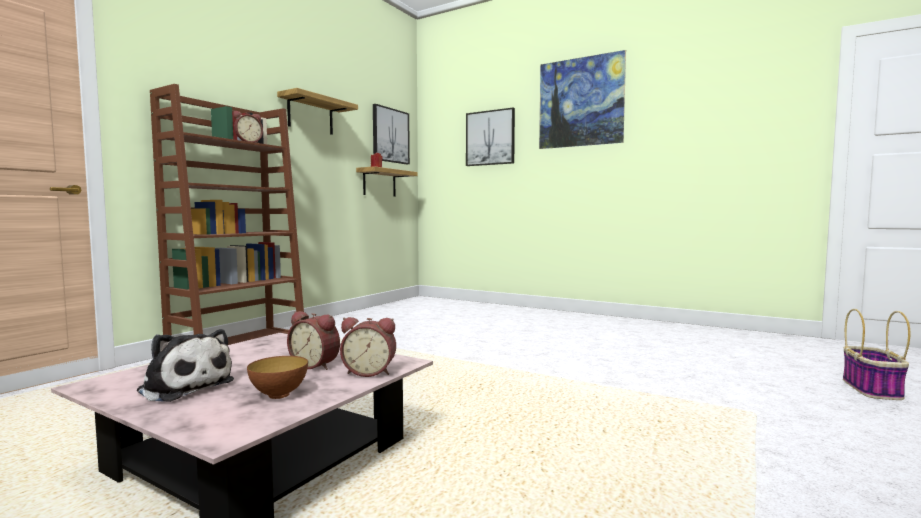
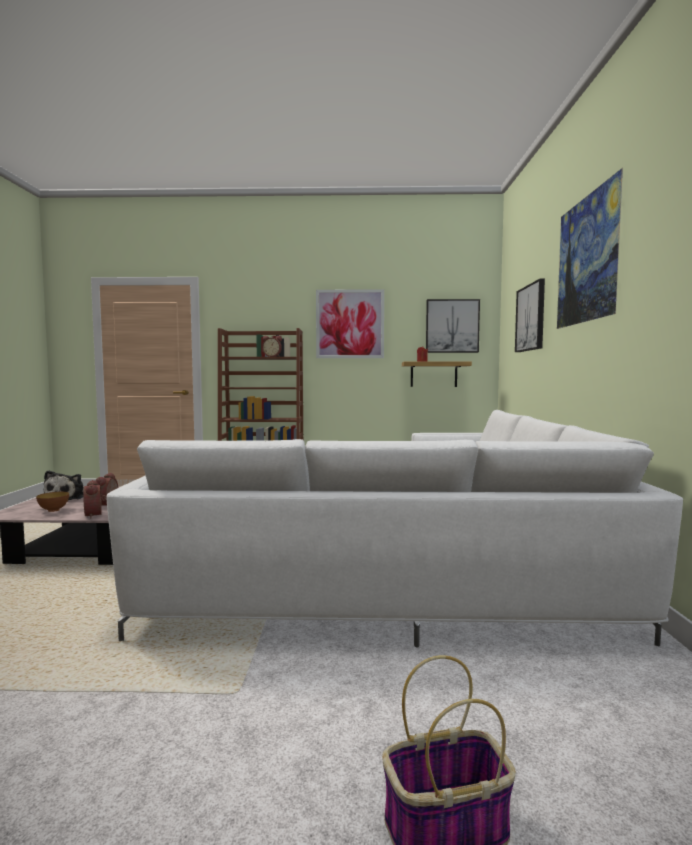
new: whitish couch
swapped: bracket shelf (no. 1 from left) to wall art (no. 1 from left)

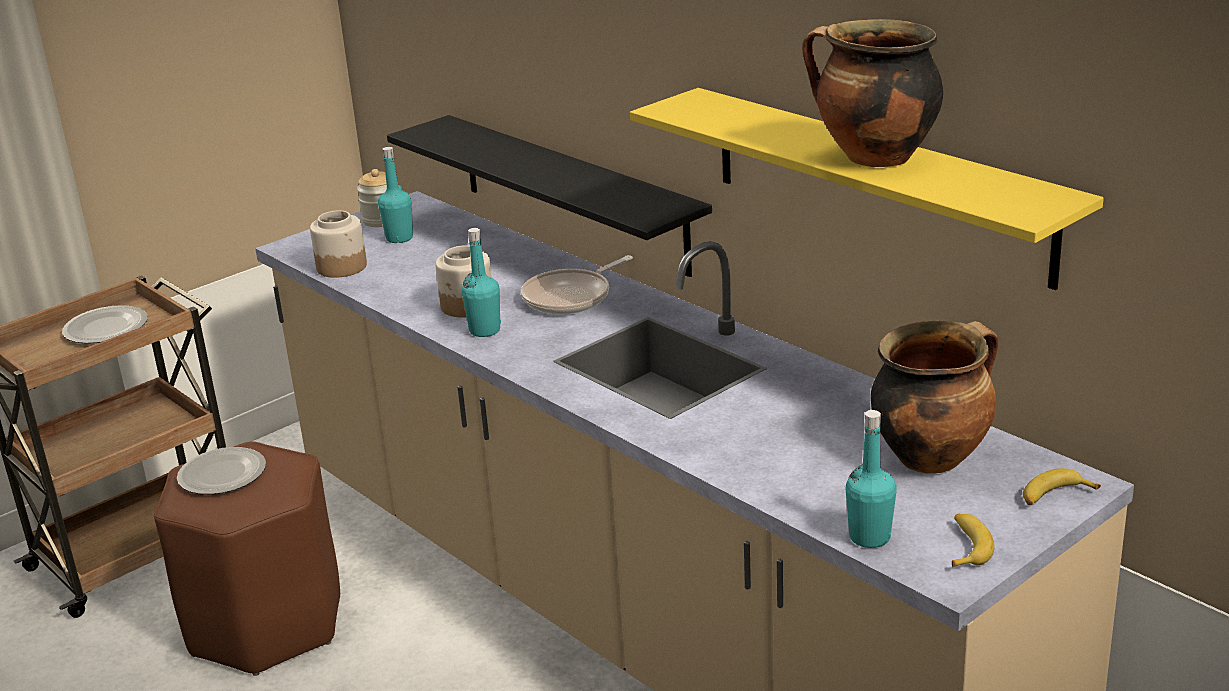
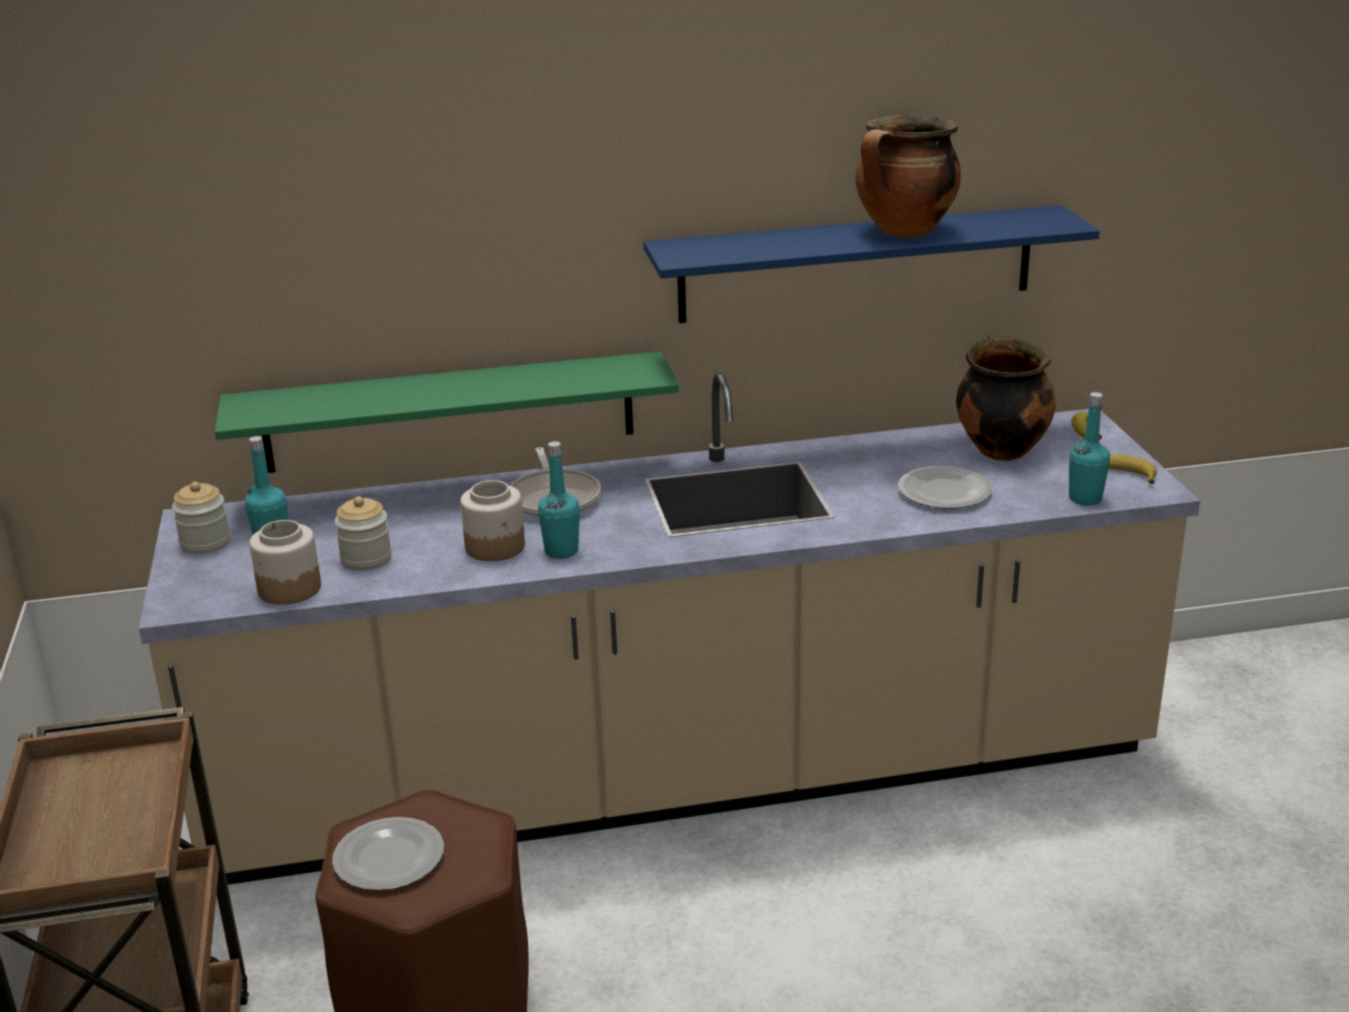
new: jar (no. 3 from left)
shifted: dinner plate (no. 1 from left in the first image) to dinner plate (no. 2 from left)
repainted: yellow bracket shelf to bluish bracket shelf; black-coloured bracket shelf to green bracket shelf

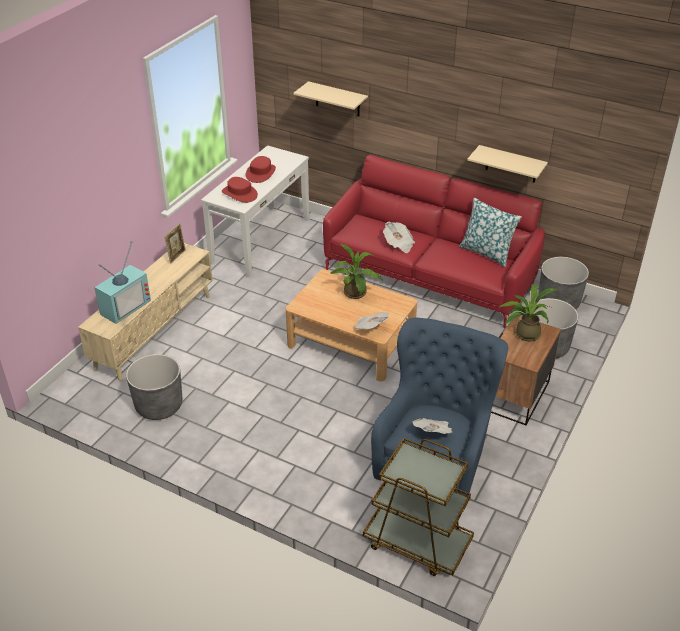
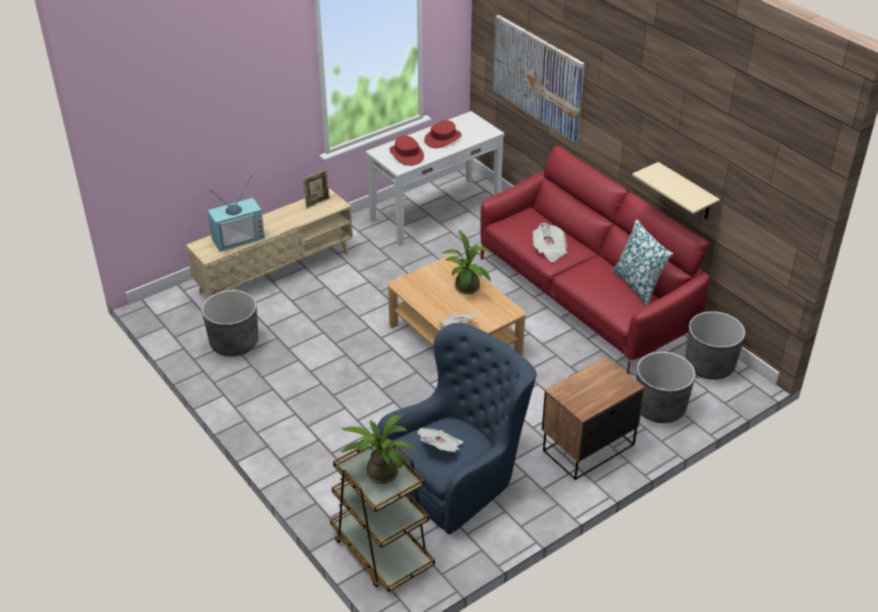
shifted: houseplant (no. 2 from left in the first image) to houseplant (no. 1 from left)
swapped: sand-coloured bracket shelf (no. 1 from left) to wall art

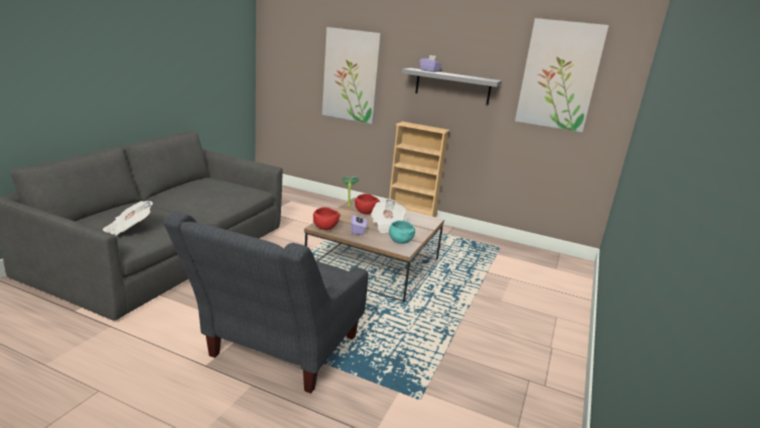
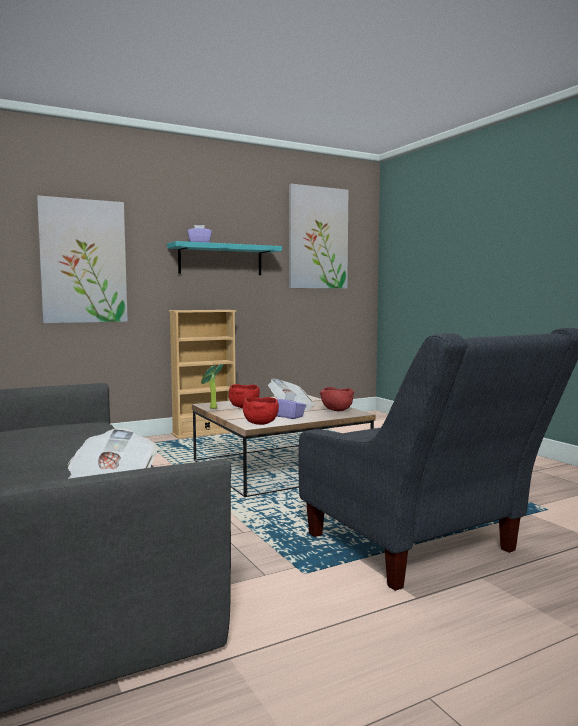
repainted: grey bracket shelf to turquoise bracket shelf; turquoise deep dish to red deep dish (no. 3 from left)

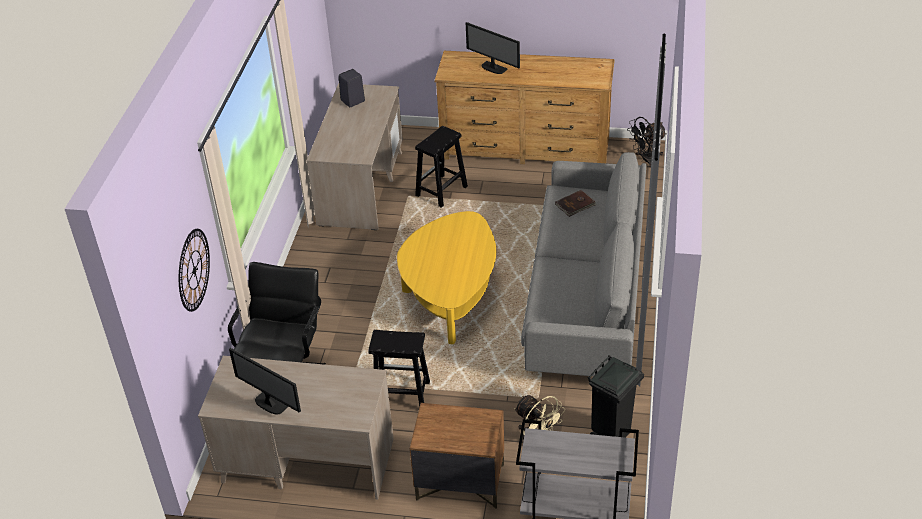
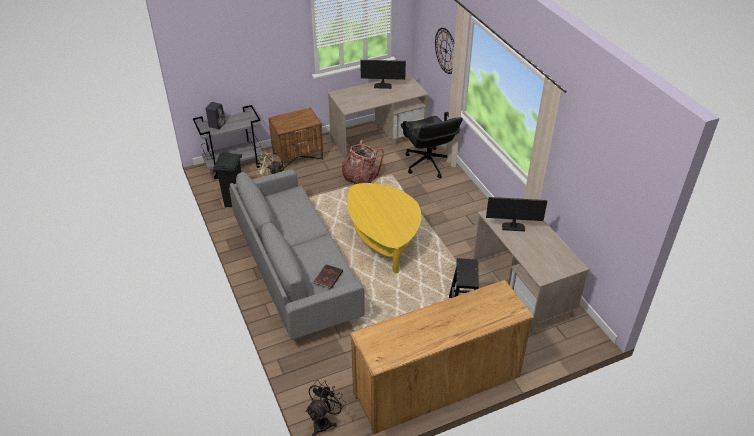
shifted: computer display (no. 2 from left); black-coloured audio speaker
swapped: black-coloured stool (no. 1 from left) to knapsack

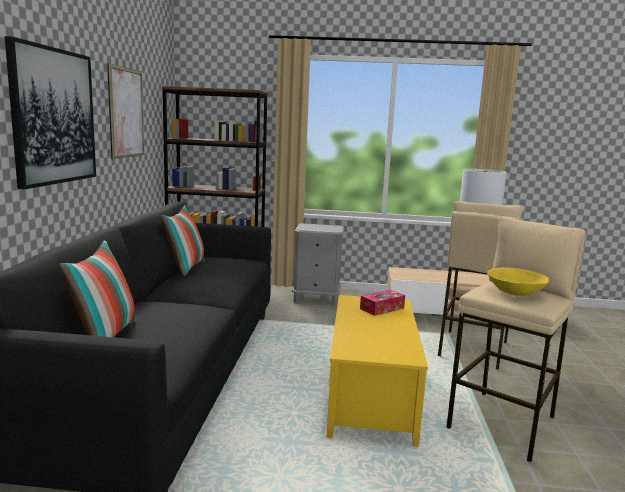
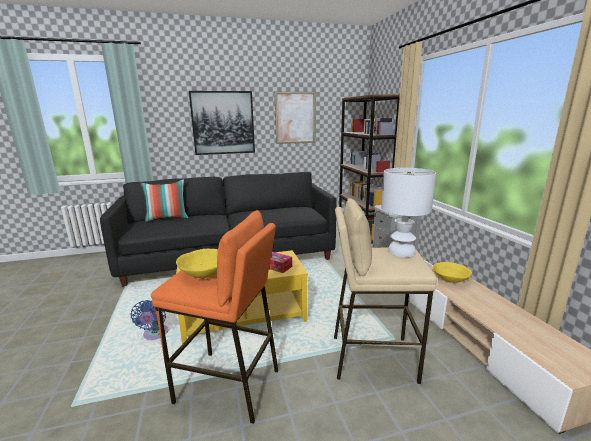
gone: throw pillow (no. 2 from left)
new: yellow deep dish (no. 2 from left); bluish electric fan
repainted: sand-coloured stool (no. 2 from left) to orange-coloured stool

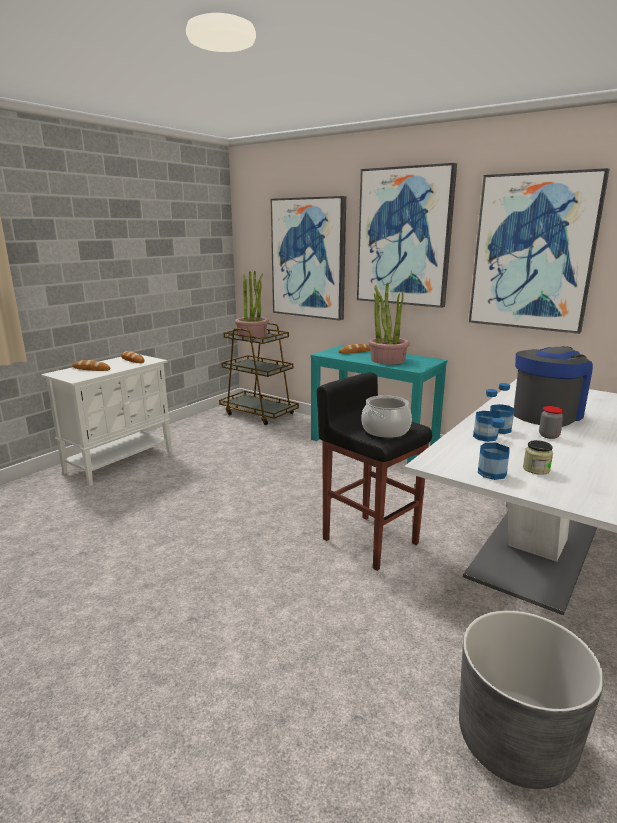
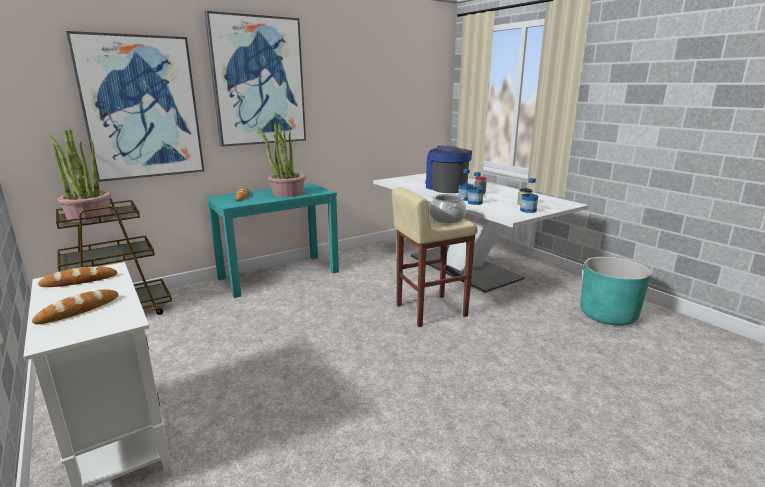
gone: wall art (no. 3 from left)
repainted: black-coloured stool to sand-coloured stool; grey planter to turquoise planter

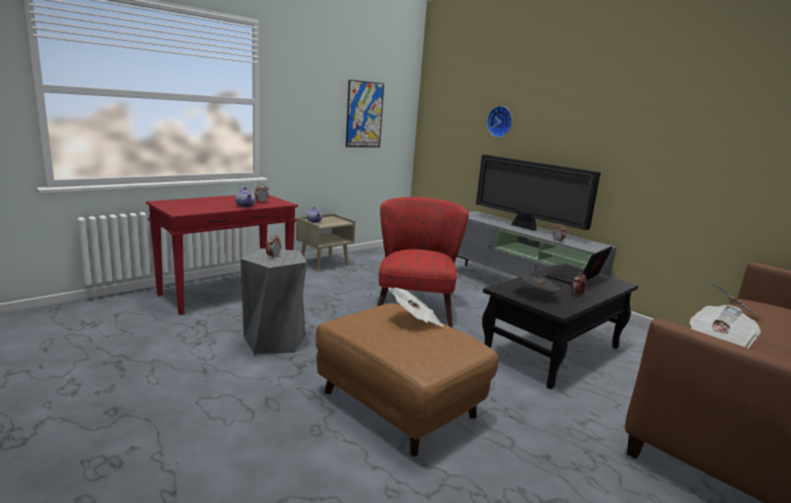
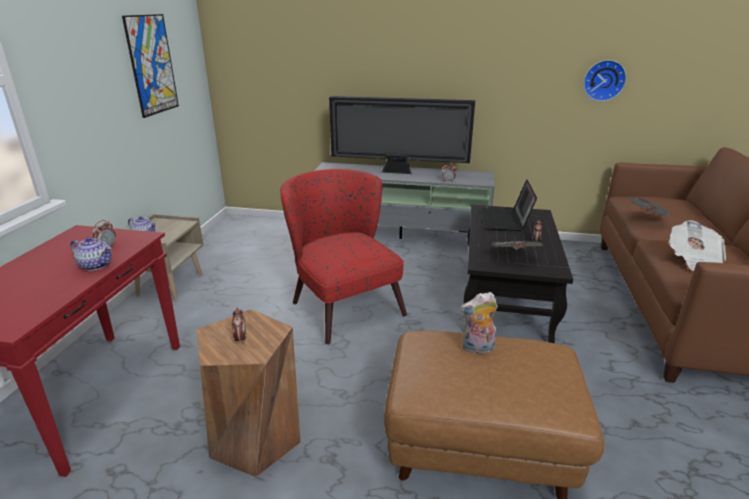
shifted: hanging clock
swapped: daily paper (no. 1 from left) to plush toy
repainted: grey stool to brown stool

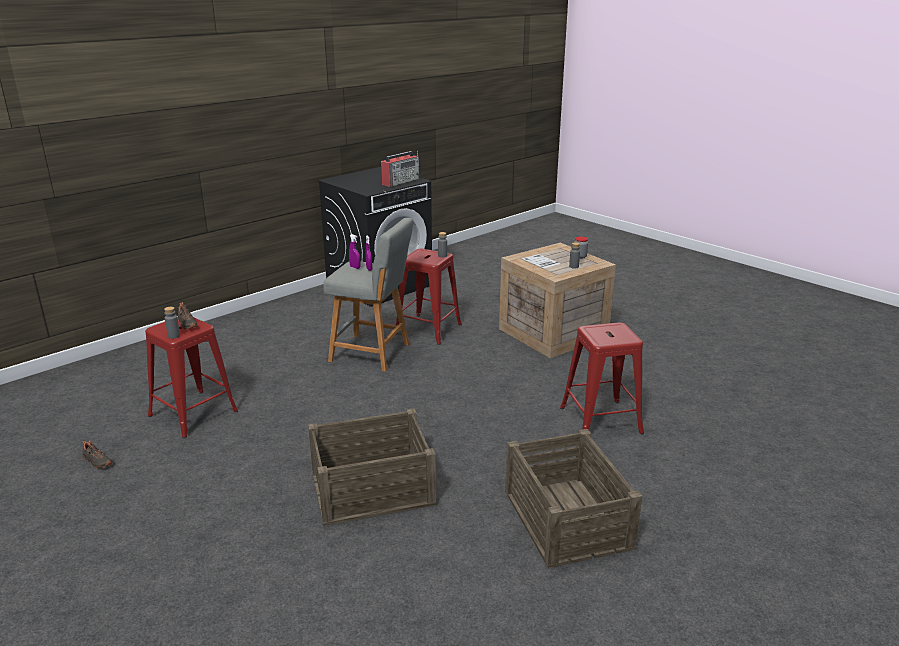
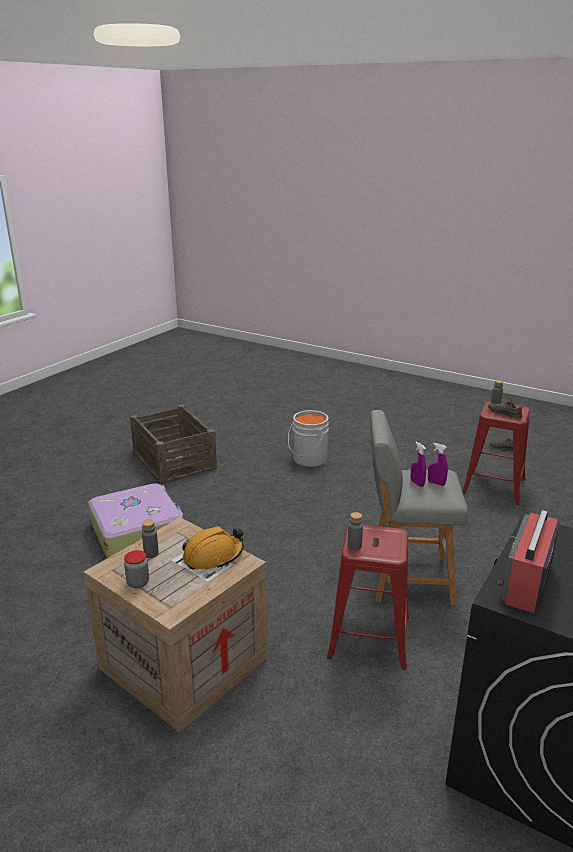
new: orange-coloured safety helmet
swapped: red stool (no. 3 from left) to piece of luggage; crate (no. 1 from left) to grey pail

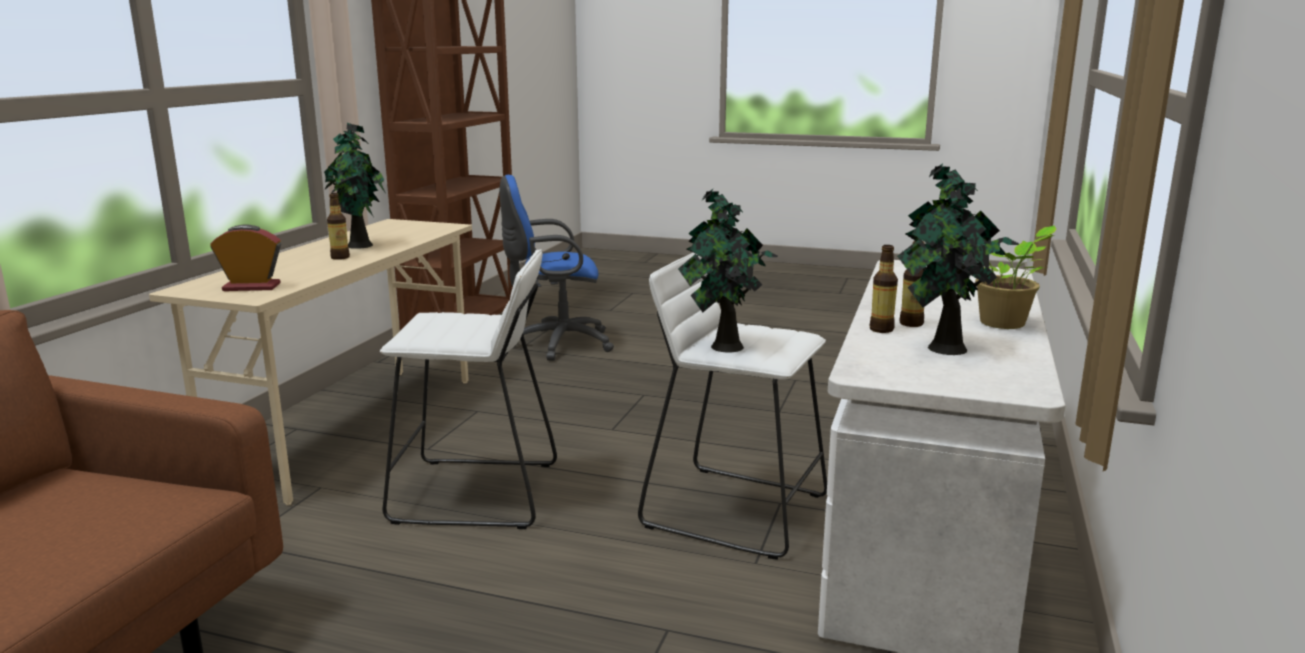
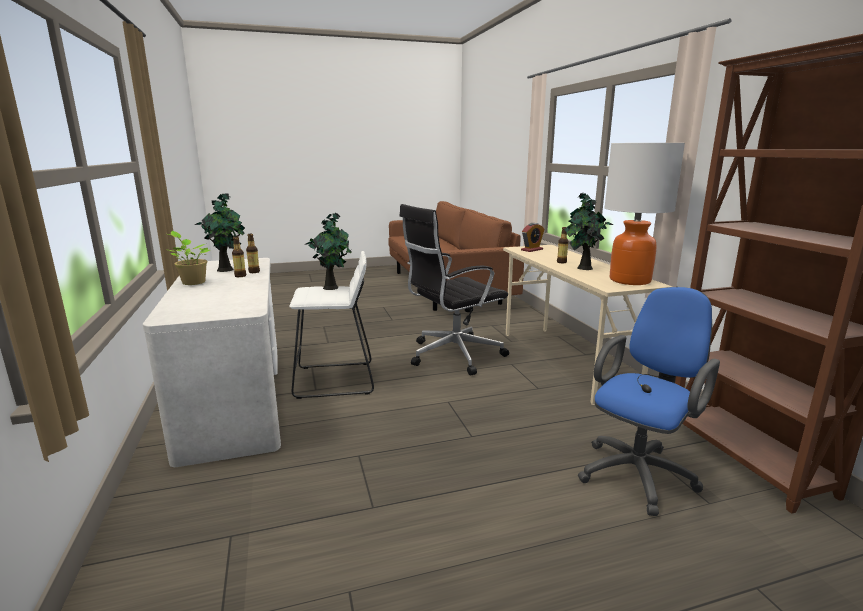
new: lamp for a table
swapped: whitish stool (no. 1 from left) to black-coloured desk chair

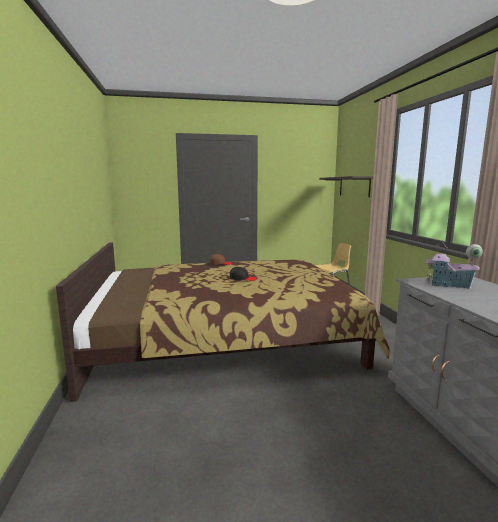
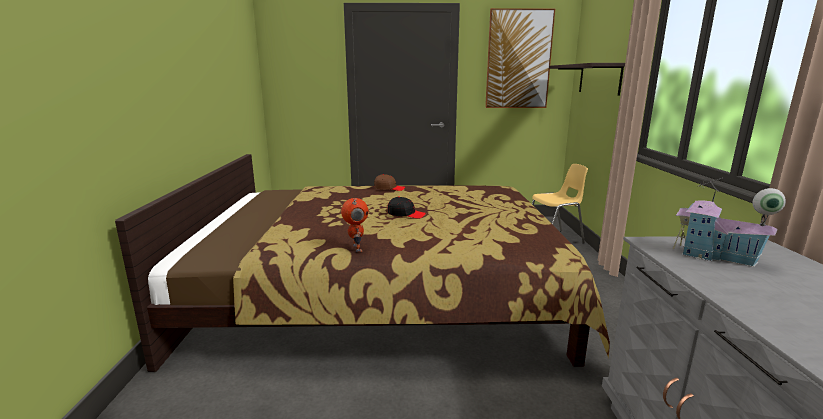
new: wall art; toy robot

